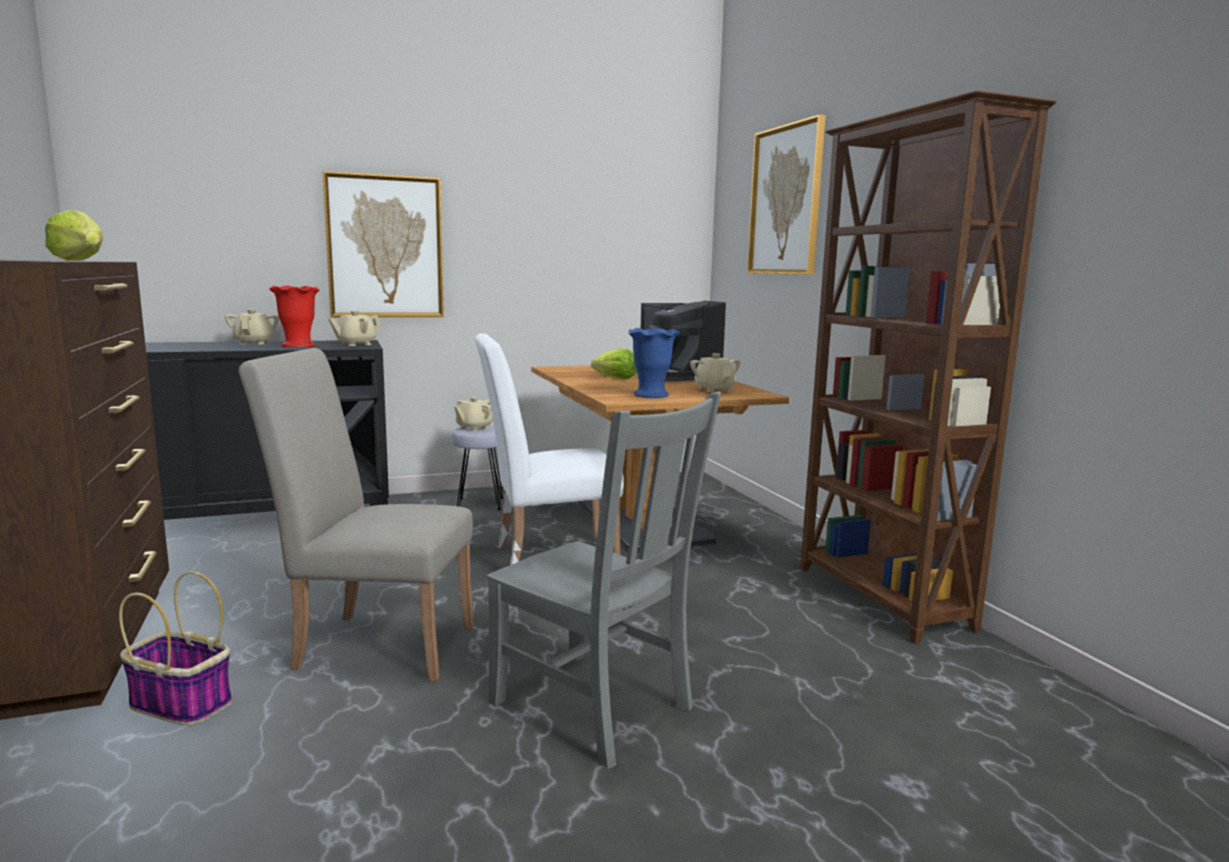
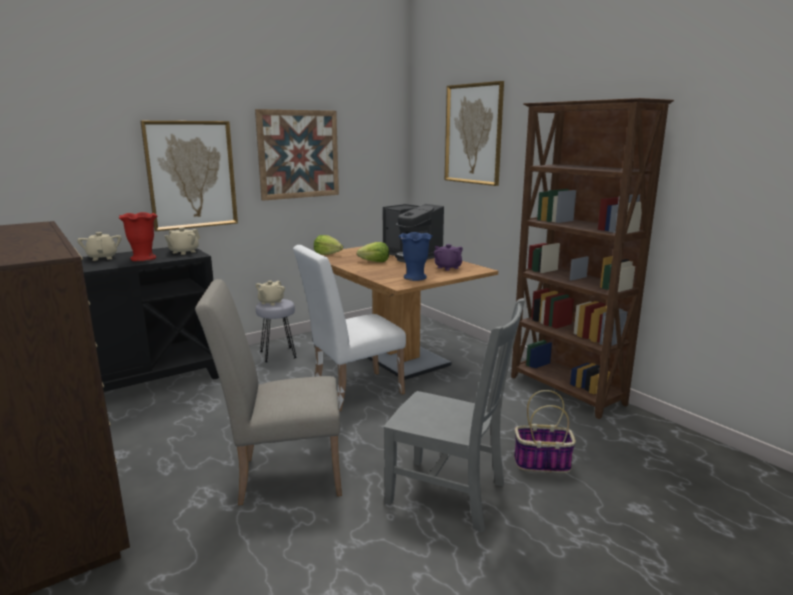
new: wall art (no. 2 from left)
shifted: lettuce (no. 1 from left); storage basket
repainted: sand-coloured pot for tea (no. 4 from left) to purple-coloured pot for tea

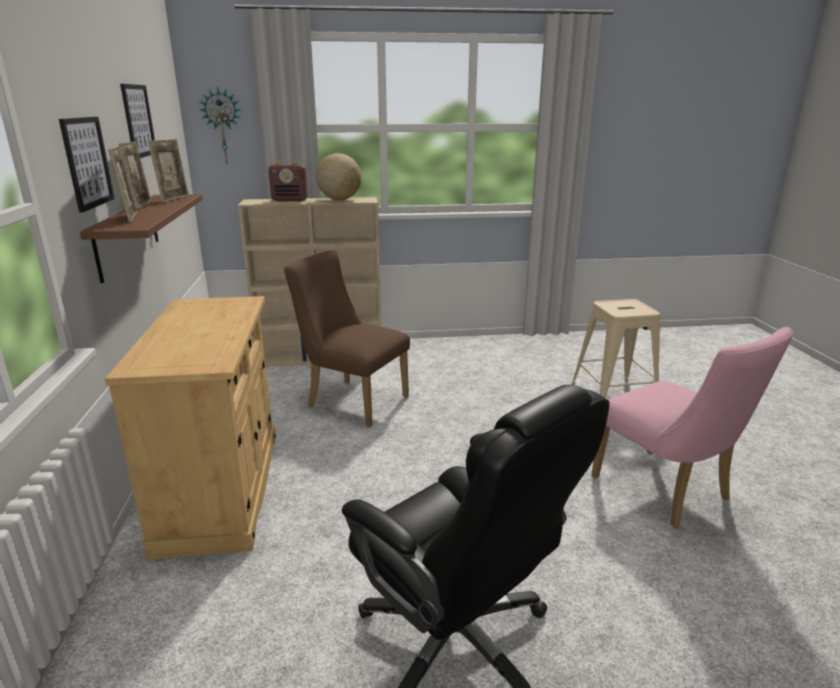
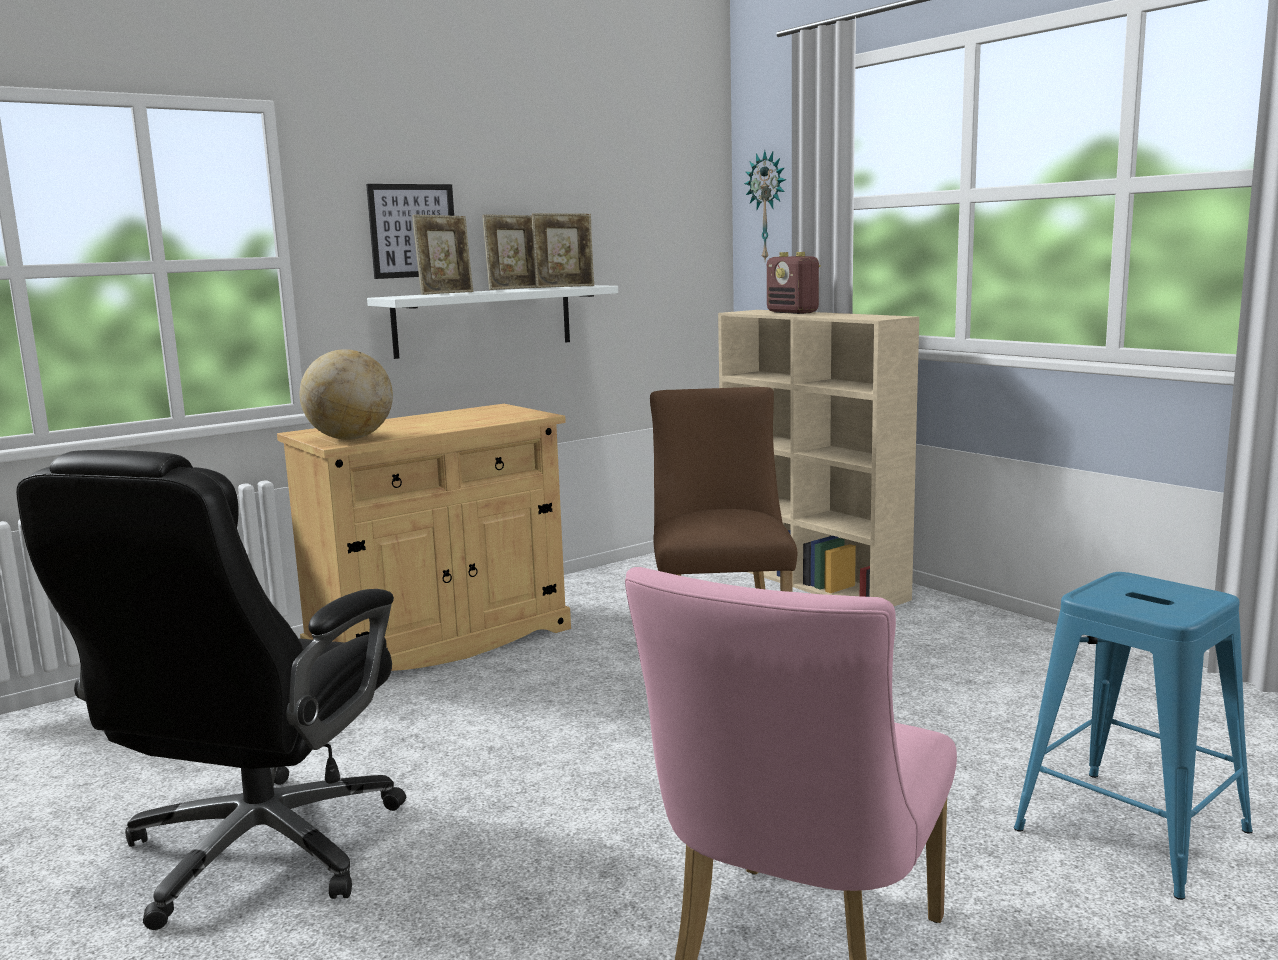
gone: wall art (no. 2 from left)
shifted: desk globe
repainted: brown bracket shelf to whitish bracket shelf; sand-coloured stool to bluish stool

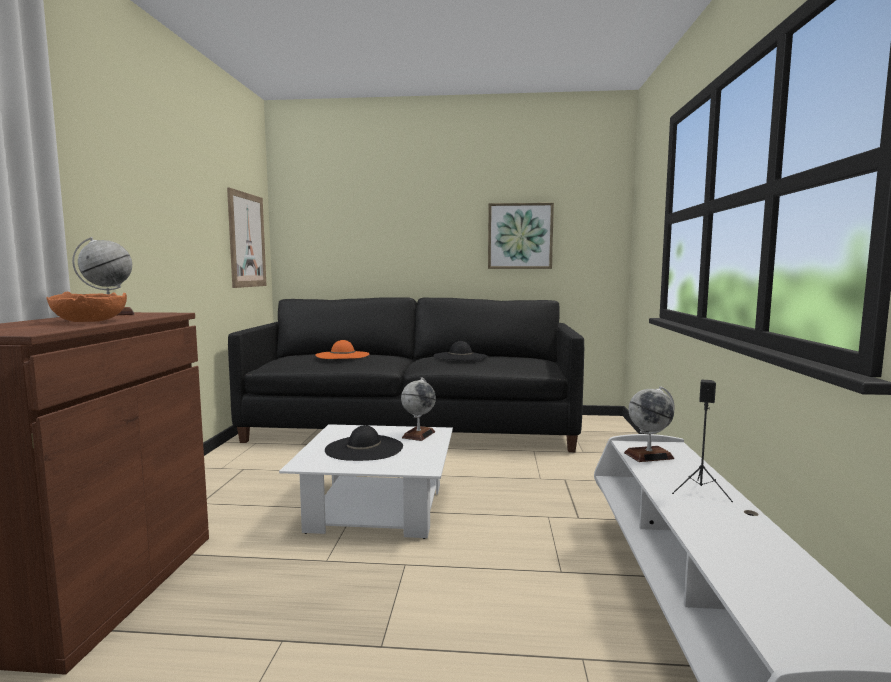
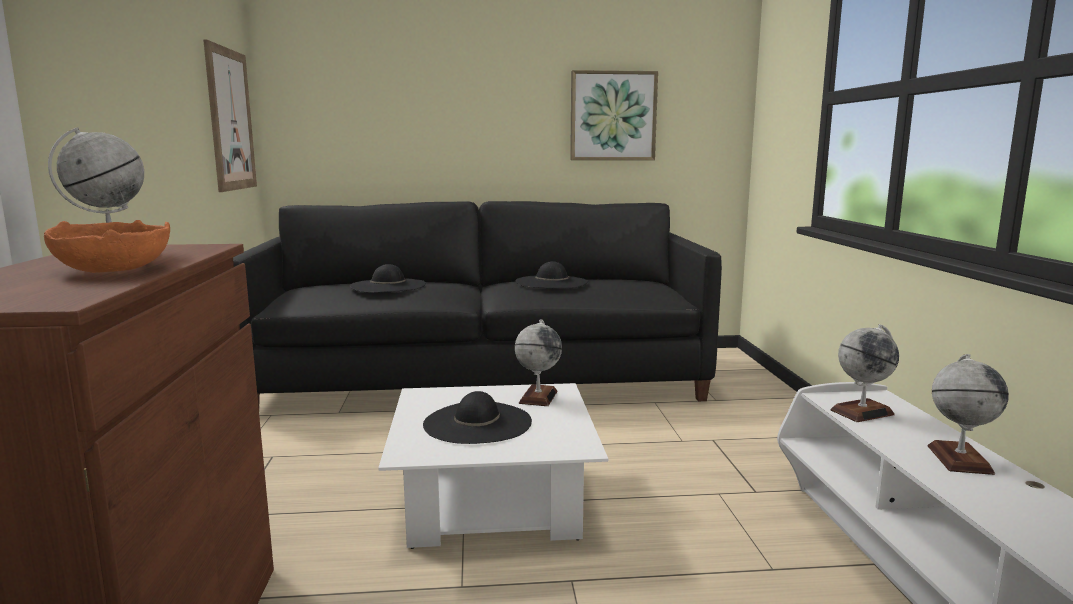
swapped: black-coloured audio speaker to desk globe (no. 4 from left)
repainted: orange-coloured hat to black-coloured hat (no. 1 from left)

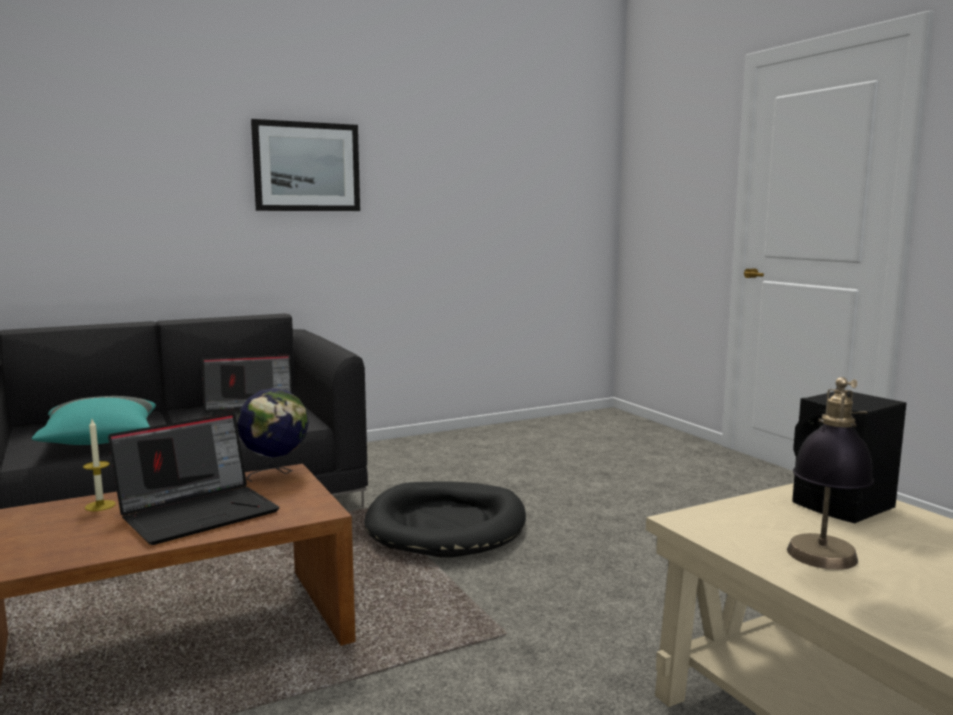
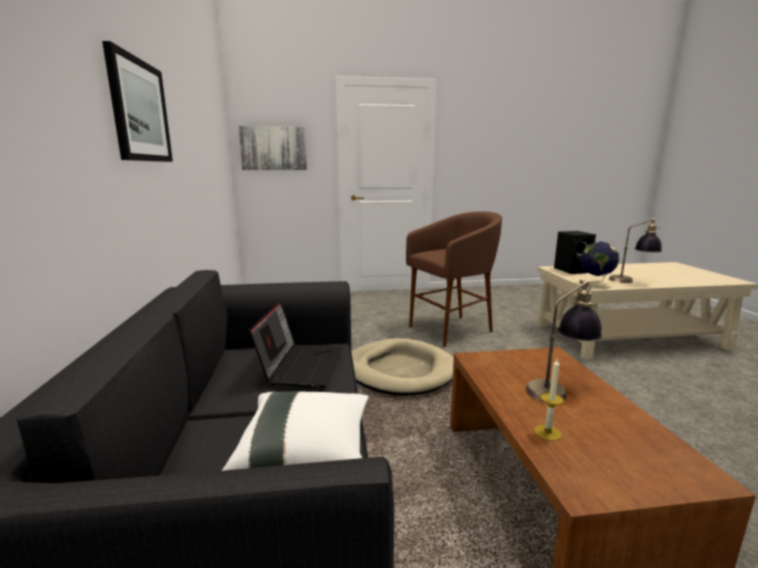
new: wall art (no. 2 from left); brown stool
shifted: desk globe
swapped: laptop (no. 1 from left) to lamp for a table (no. 1 from left)
repainted: turquoise throw pillow to whitish throw pillow; black-coloured dog cushion to sand-coloured dog cushion

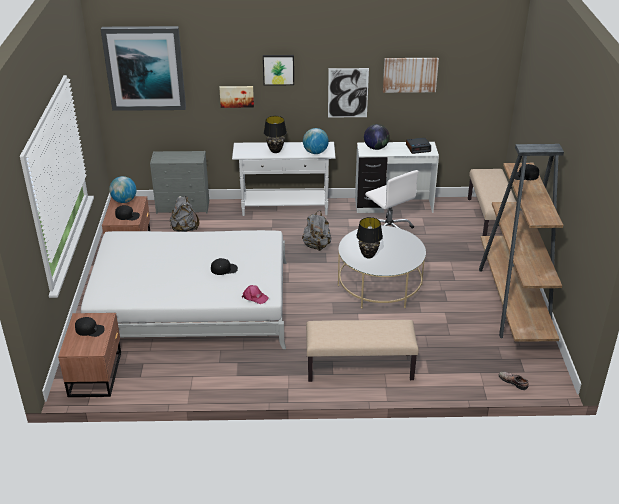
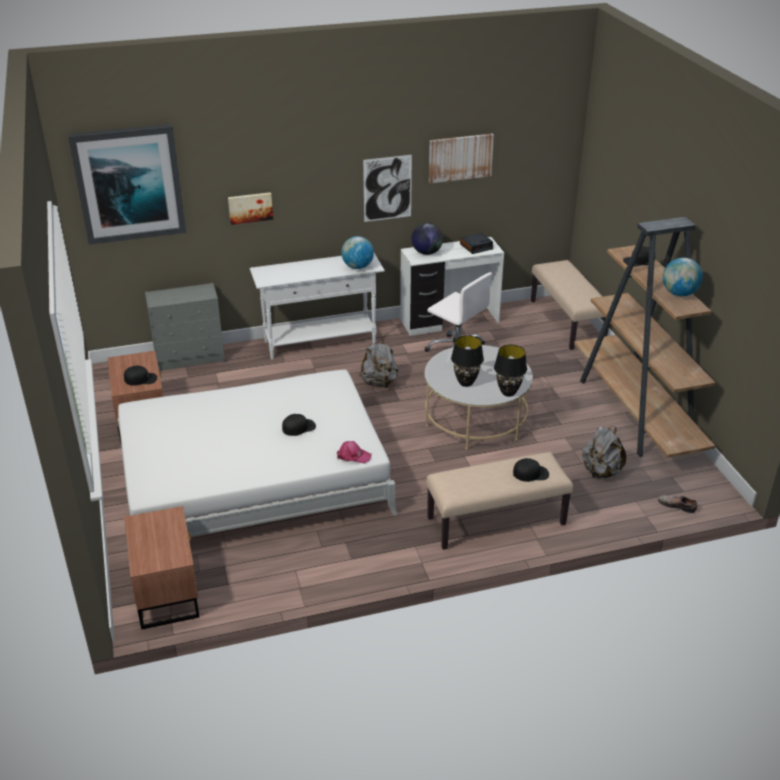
gone: wall art (no. 3 from left)
shifted: black-coloured lamp for a table (no. 1 from left in the first image) to black-coloured lamp for a table (no. 2 from left); desk globe (no. 1 from left in the first image) to desk globe (no. 3 from left); grey knapsack (no. 1 from left in the first image) to grey knapsack (no. 2 from left); black-coloured cap (no. 1 from left in the first image) to black-coloured cap (no. 3 from left)

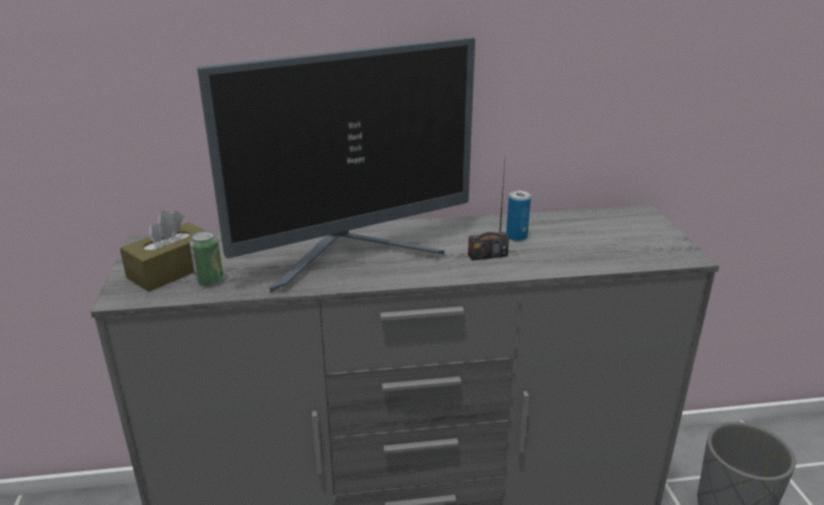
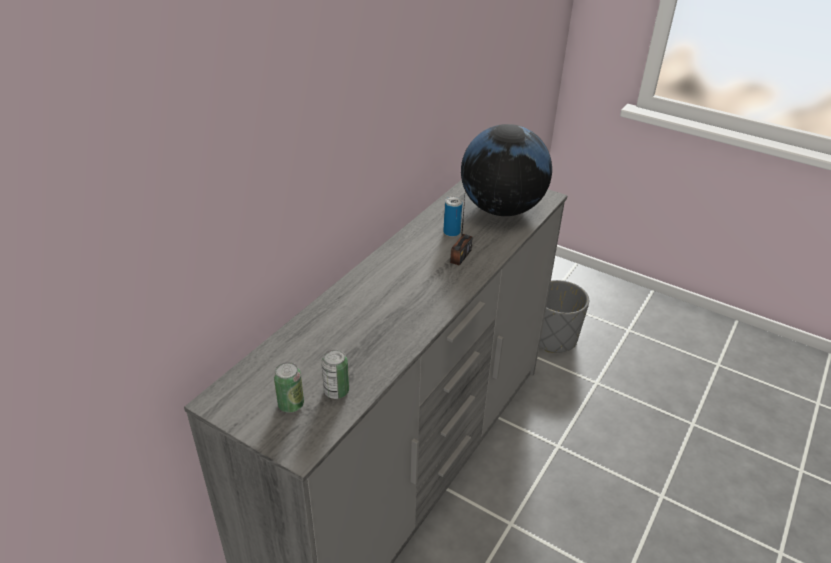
gone: computer display
new: desk globe
swapped: brown tissue holder to can (no. 1 from left)

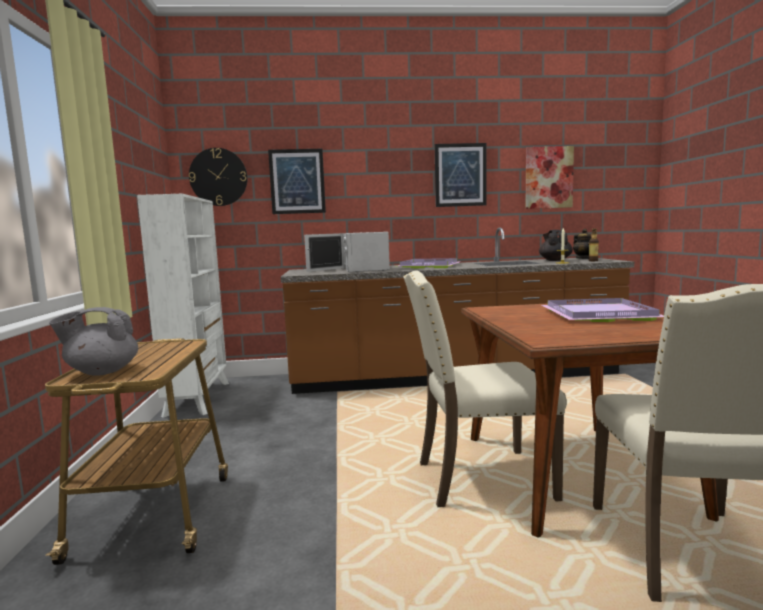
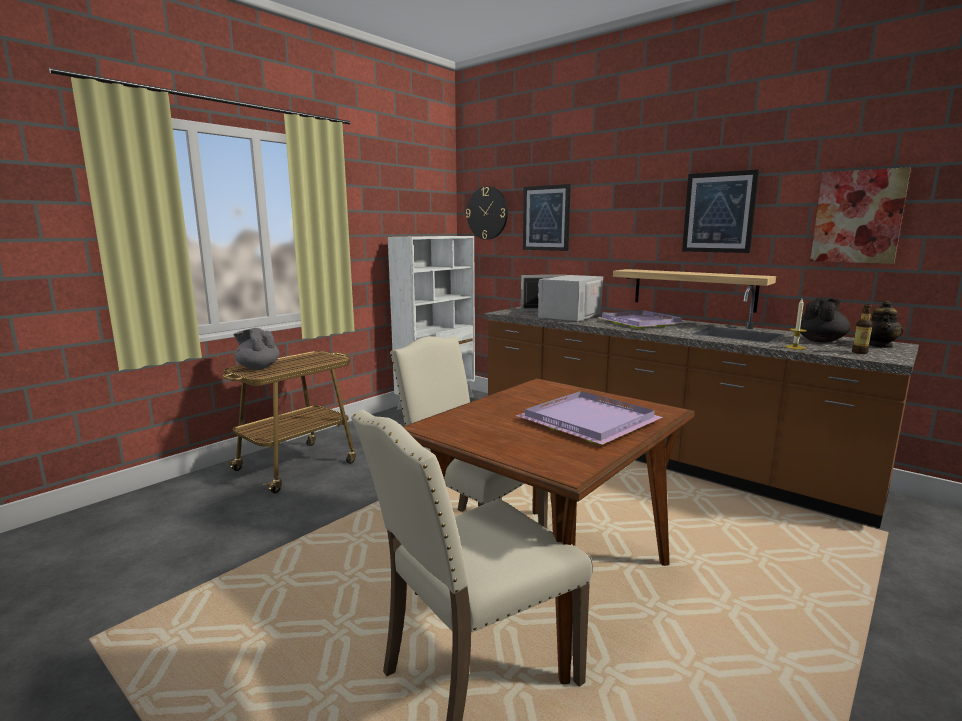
new: bracket shelf

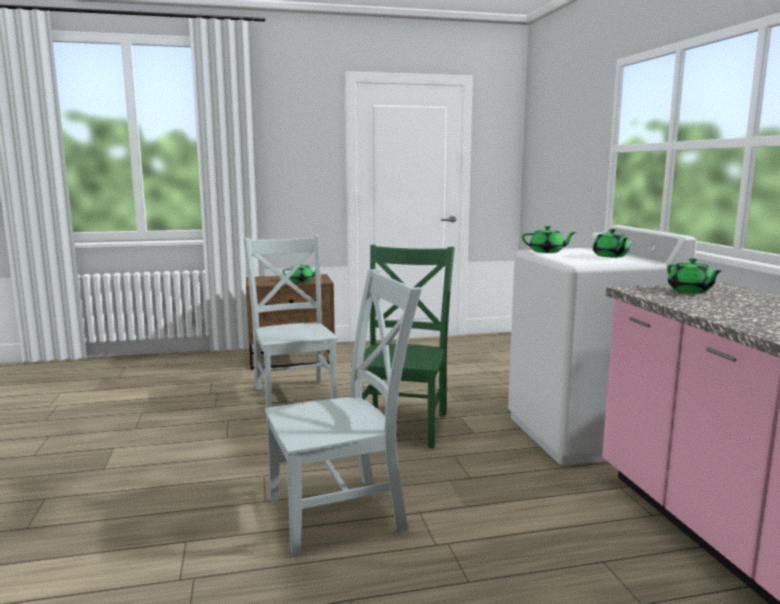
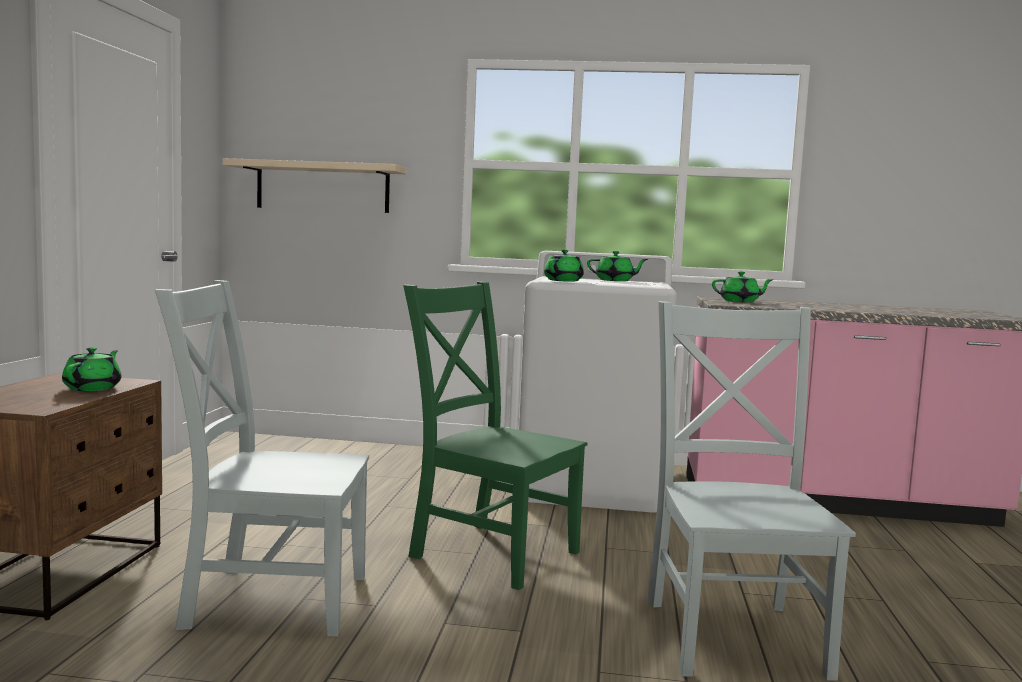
new: sand-coloured bracket shelf

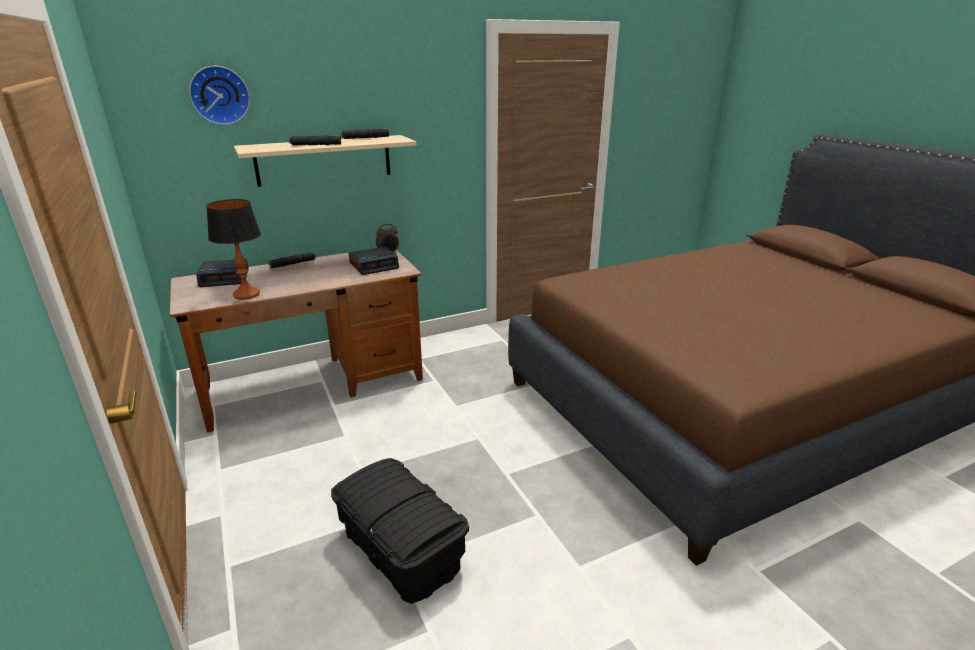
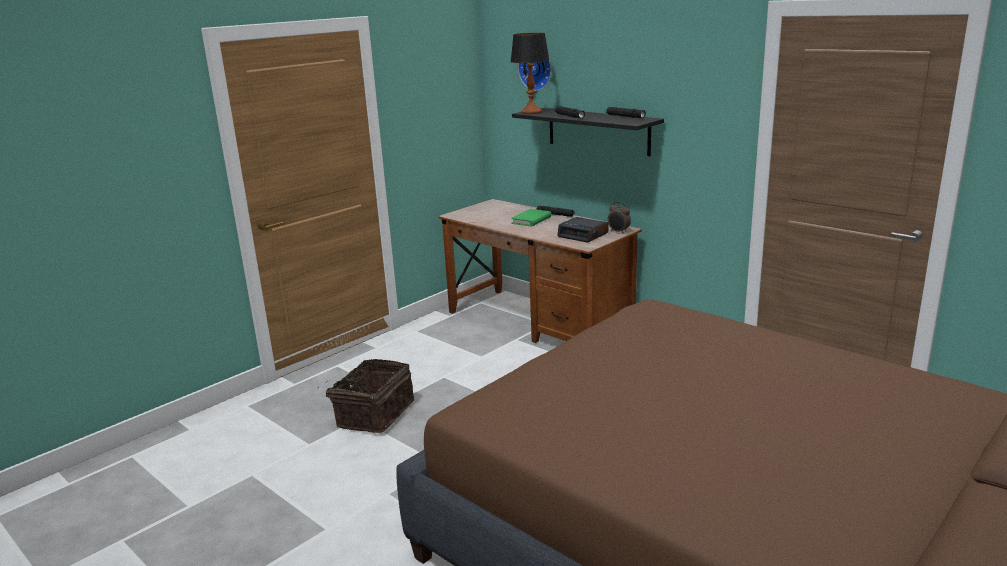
gone: bedside clock (no. 1 from left)
new: green bound book
shifted: lamp for a table
swapped: black-coloured storage container to storage basket
repainted: sand-coloured bracket shelf to black-coloured bracket shelf

